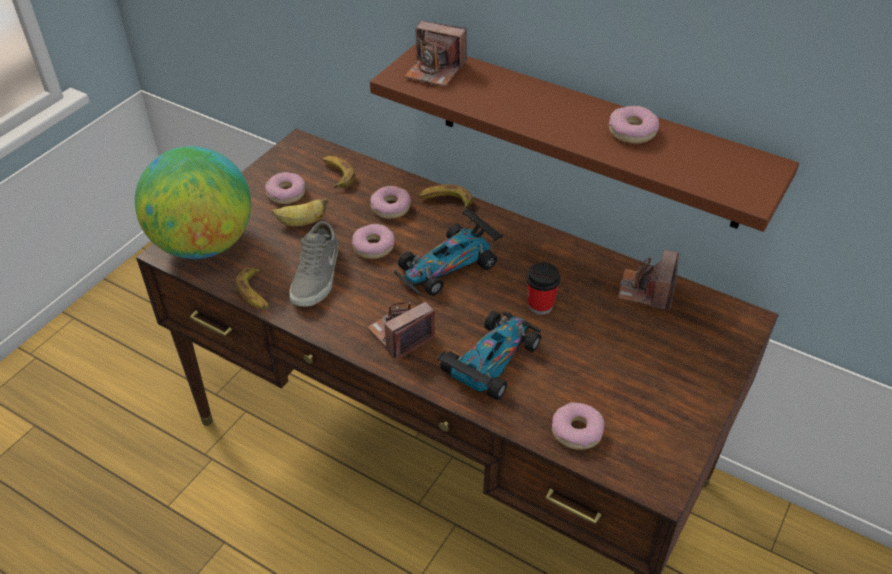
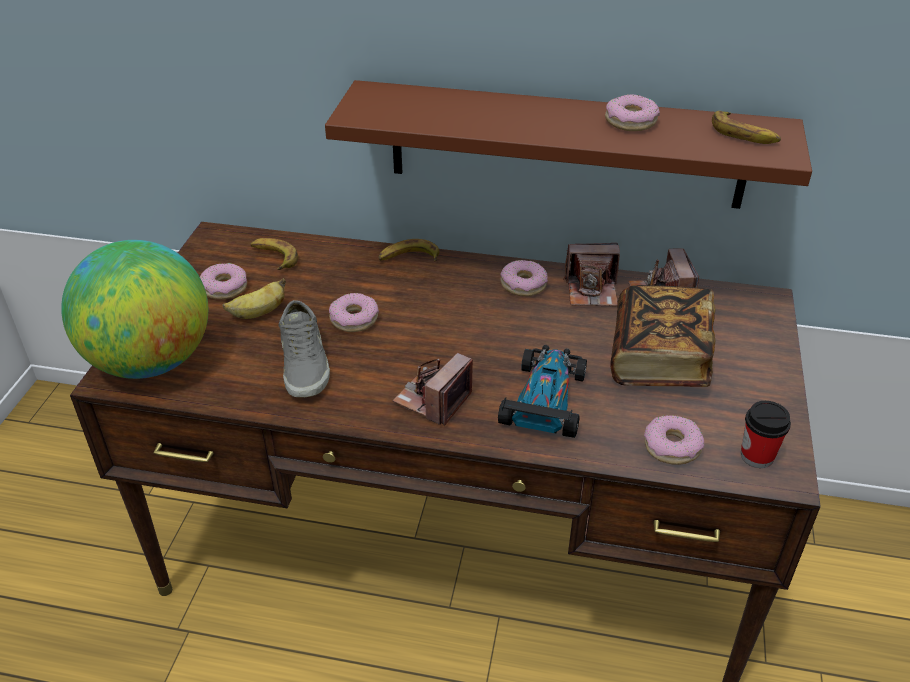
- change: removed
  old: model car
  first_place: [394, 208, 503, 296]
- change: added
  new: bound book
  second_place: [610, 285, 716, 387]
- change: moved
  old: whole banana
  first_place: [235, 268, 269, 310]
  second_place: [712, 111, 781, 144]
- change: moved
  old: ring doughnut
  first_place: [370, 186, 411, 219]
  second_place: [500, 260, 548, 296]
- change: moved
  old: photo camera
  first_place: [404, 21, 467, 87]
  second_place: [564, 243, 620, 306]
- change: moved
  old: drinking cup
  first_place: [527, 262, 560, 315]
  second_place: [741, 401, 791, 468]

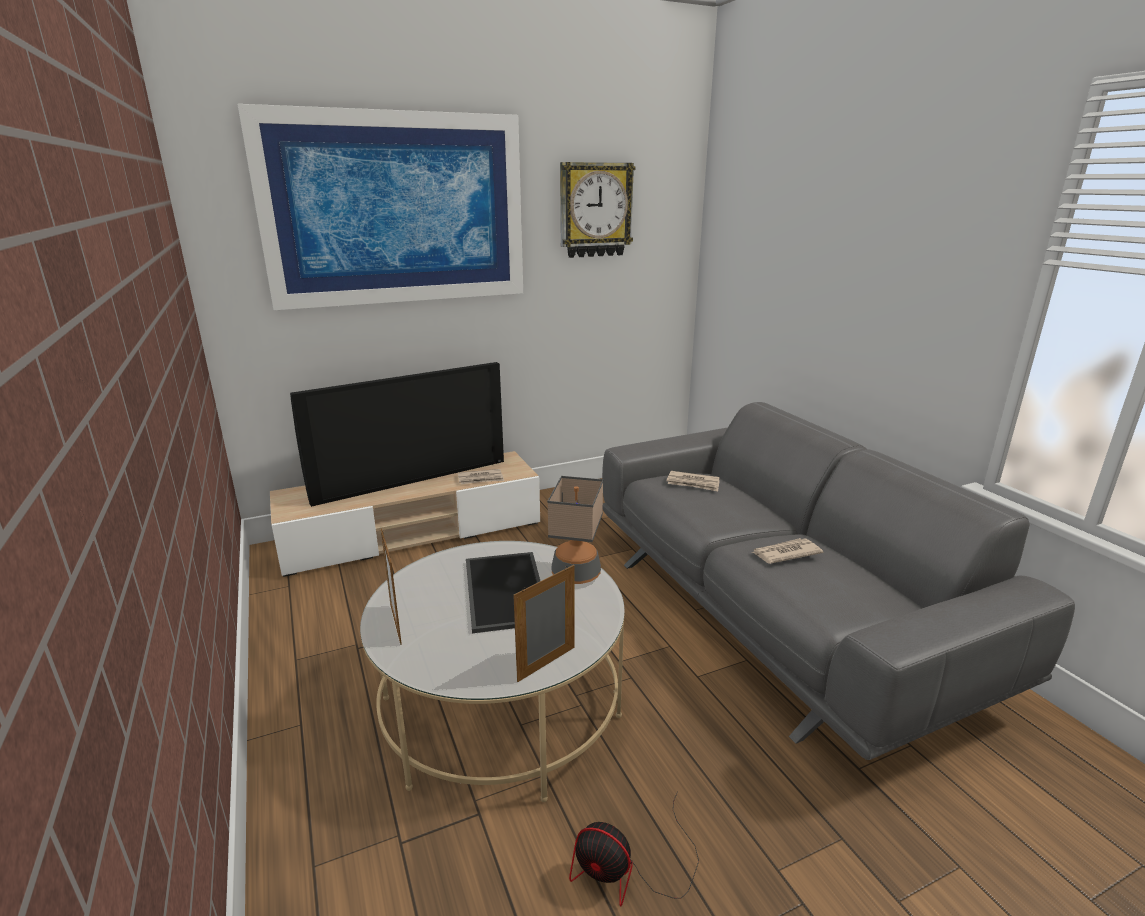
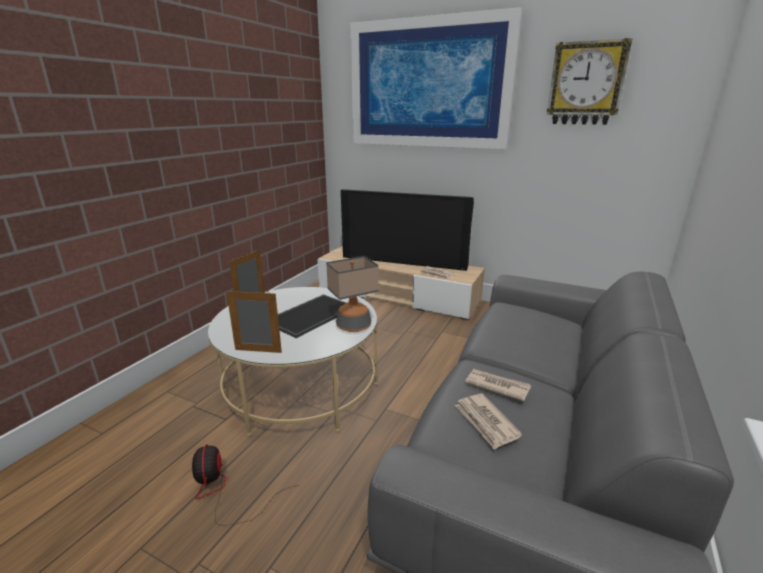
- change: moved
  old: newspaper
  first_place: [667, 471, 720, 492]
  second_place: [454, 394, 522, 450]

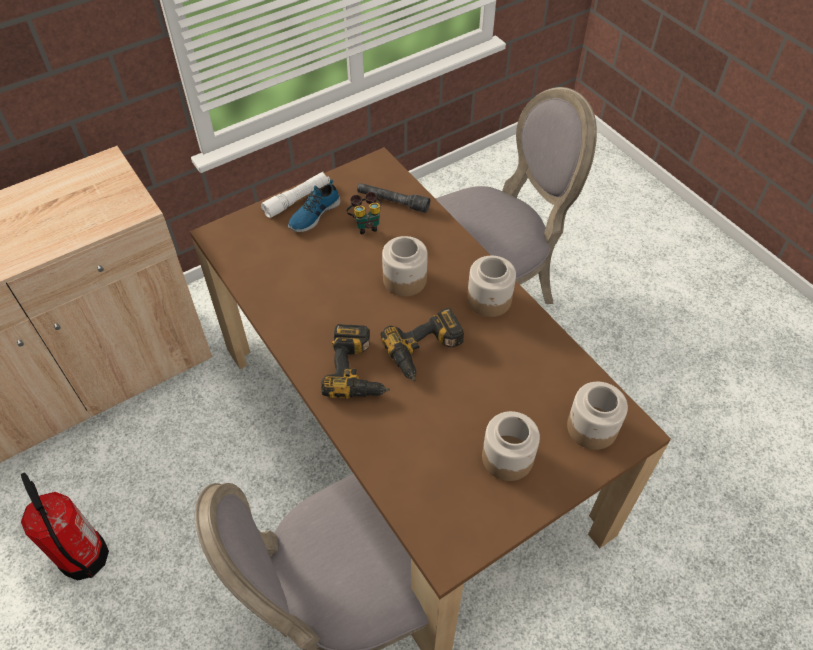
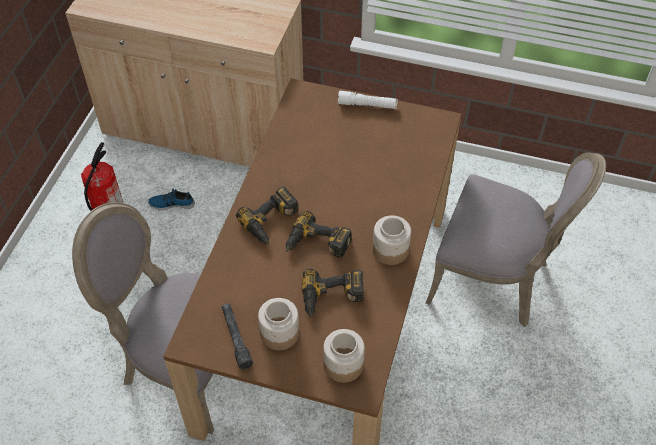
- change: removed
  old: binoculars
  first_place: [346, 192, 382, 234]
- change: removed
  old: jar
  first_place: [382, 236, 428, 297]
- change: added
  new: power drill
  second_place: [302, 269, 364, 317]
- change: moved
  old: shoe
  first_place: [288, 179, 341, 232]
  second_place: [148, 189, 195, 210]
- change: moved
  old: greyish torch
  first_place: [357, 183, 430, 213]
  second_place: [222, 304, 253, 369]

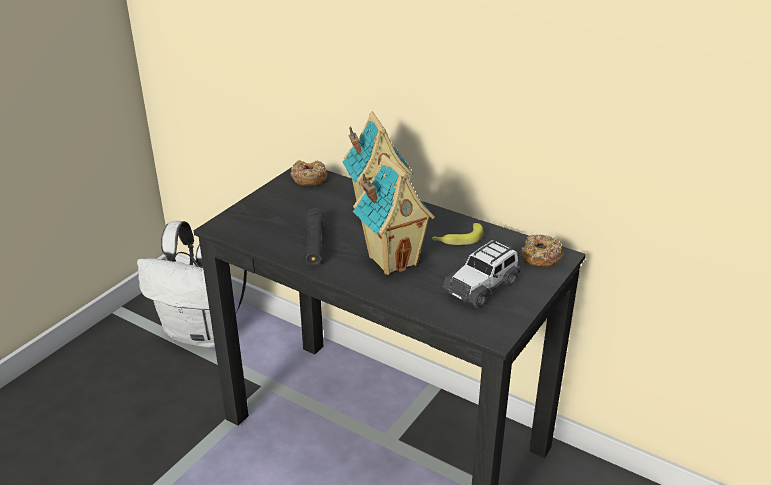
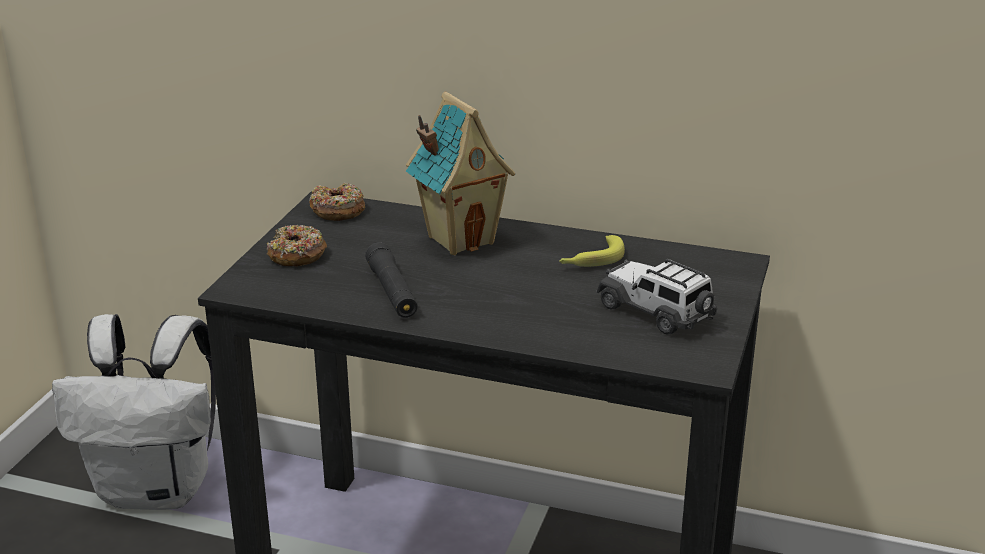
- change: removed
  old: model house
  first_place: [353, 154, 435, 275]
- change: moved
  old: ring doughnut
  first_place: [520, 235, 564, 267]
  second_place: [267, 225, 327, 266]
- change: turned
  old: model car
  first_place: [443, 240, 520, 308]
  second_place: [597, 259, 718, 334]
  degrees: 105

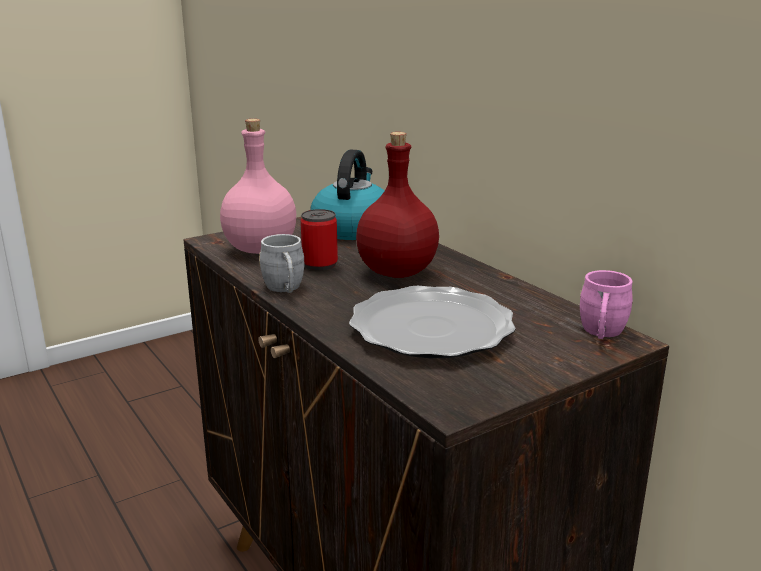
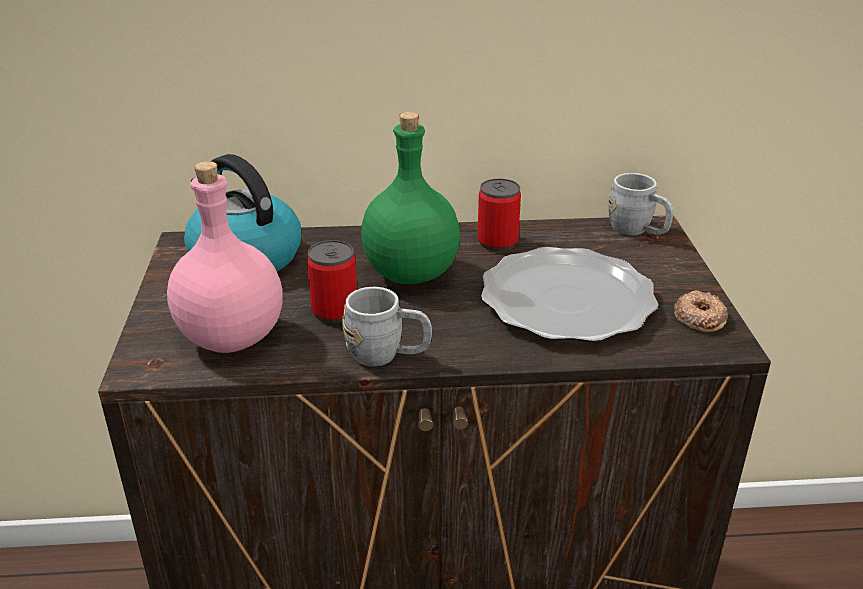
- change: added
  new: can
  second_place: [477, 179, 521, 251]
- change: added
  new: ring doughnut
  second_place: [674, 290, 728, 332]
- change: recoloured
  old: reddish drink bottle
  new: green-coloured drink bottle
  first_place: [356, 132, 439, 278]
  second_place: [361, 112, 460, 284]
- change: recoloured
  old: pink-coloured tea mug
  new: greyish tea mug
  first_place: [580, 270, 633, 339]
  second_place: [608, 173, 673, 235]

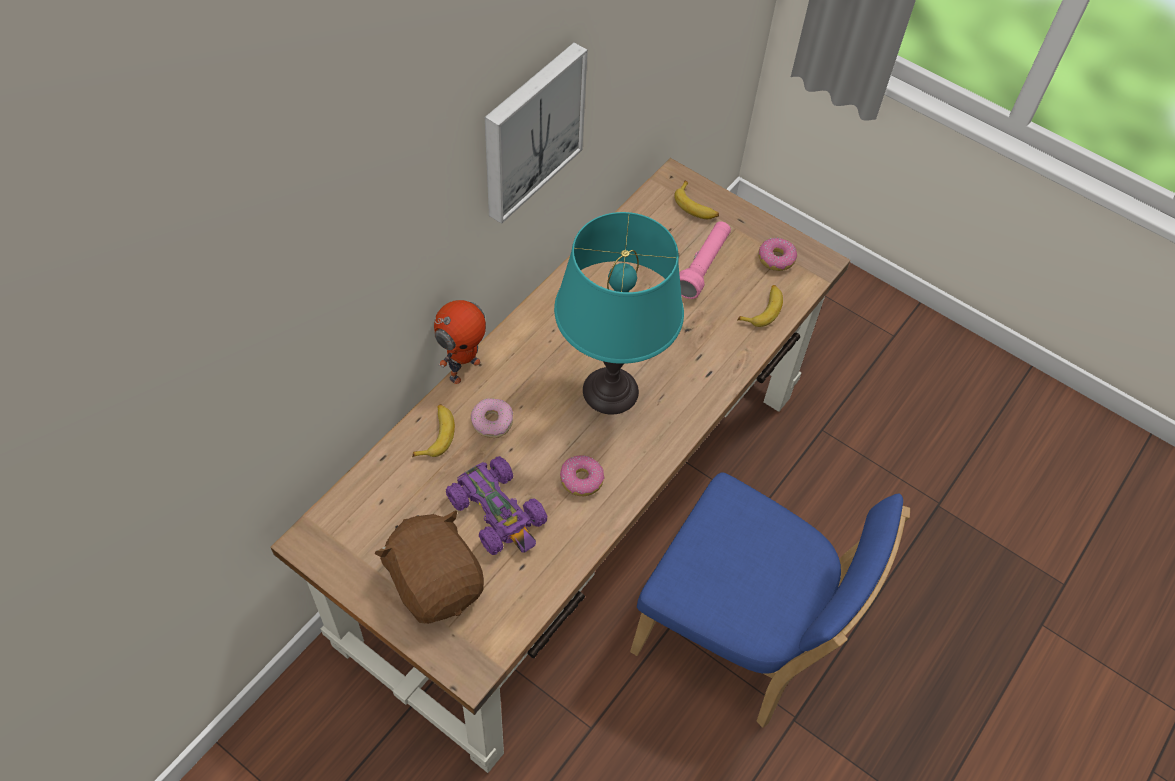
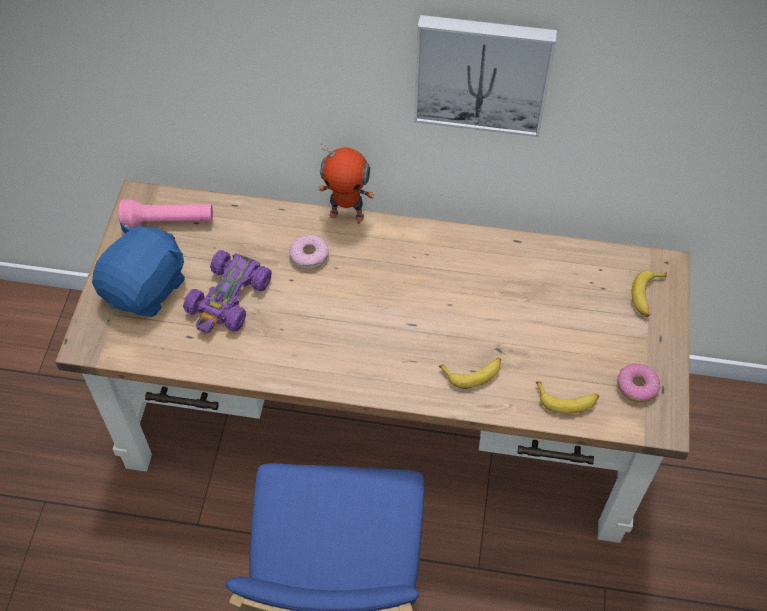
- change: removed
  old: turquoise tabletop lamp
  first_place: [554, 212, 684, 415]
- change: removed
  old: ring doughnut
  first_place: [560, 455, 605, 496]
- change: moved
  old: whole banana
  first_place: [412, 404, 455, 457]
  second_place: [439, 358, 501, 388]
- change: moved
  old: pink-coloured torch
  first_place: [679, 221, 731, 299]
  second_place: [119, 200, 213, 227]
- change: recoloured
  old: brown plush toy
  new: blue-coloured plush toy
  first_place: [374, 510, 484, 624]
  second_place: [92, 222, 185, 317]

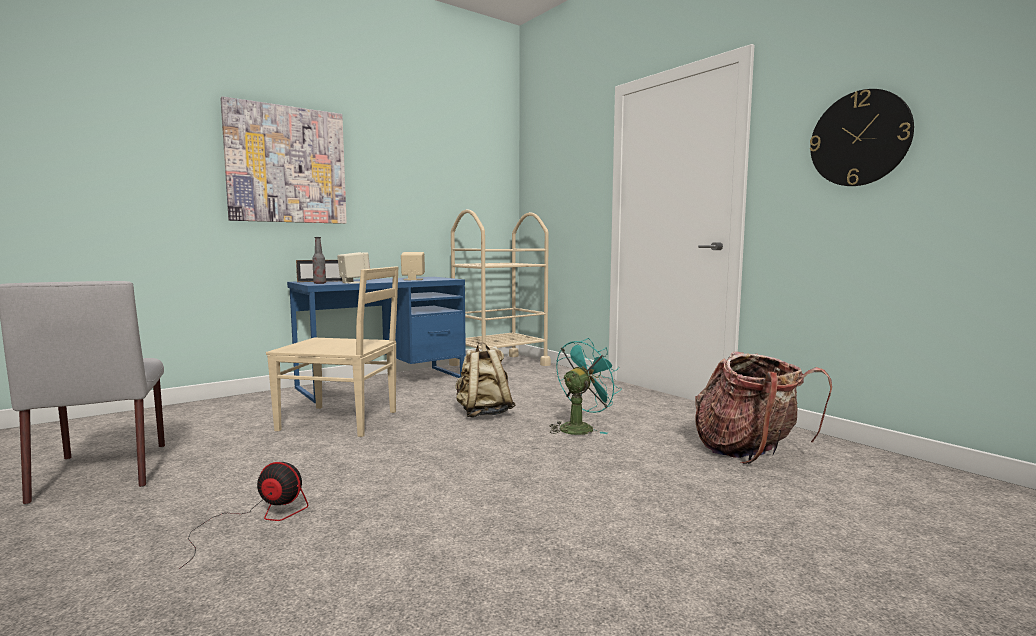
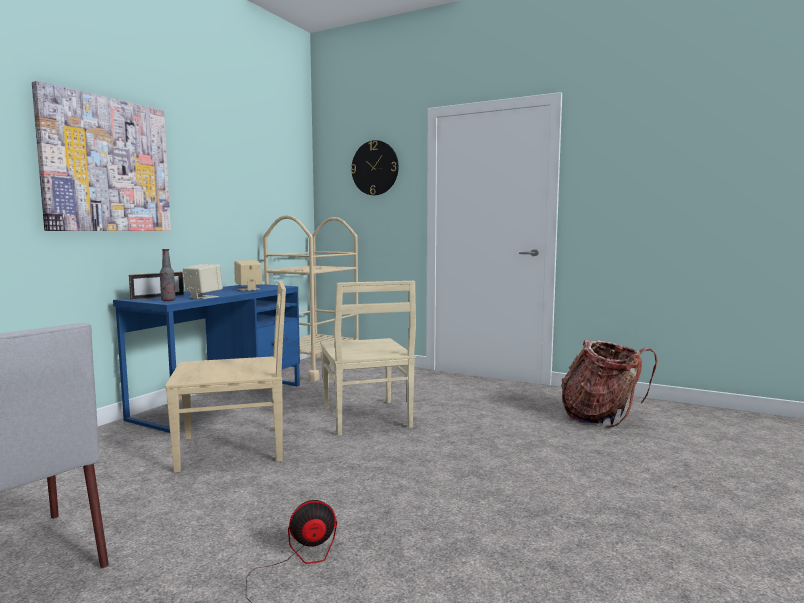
- change: removed
  old: turquoise fan
  first_place: [549, 338, 622, 435]
- change: moved
  old: wall clock
  first_place: [810, 89, 914, 186]
  second_place: [351, 140, 399, 195]
- change: replaced
  old: beige-coloured knapsack
  new: beige-coloured chair
  first_place: [455, 342, 516, 417]
  second_place: [321, 281, 416, 436]

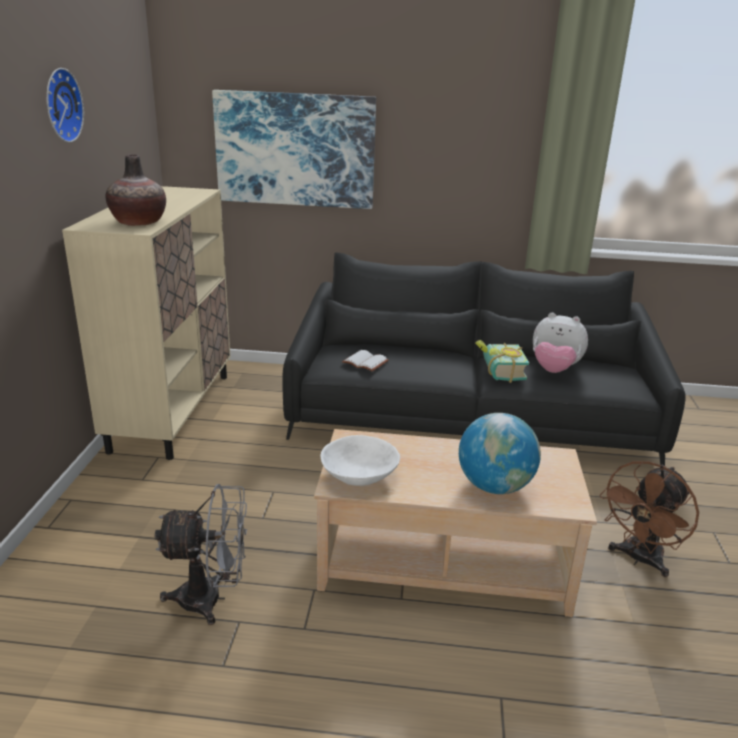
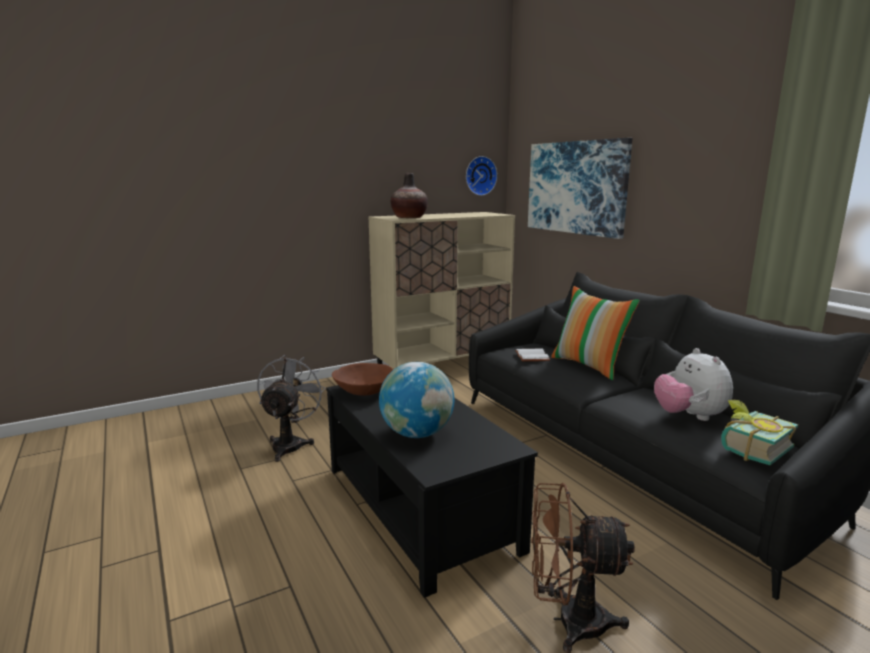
- change: added
  new: cushion
  second_place: [551, 286, 640, 380]
- change: moved
  old: wall clock
  first_place: [46, 68, 84, 143]
  second_place: [466, 156, 497, 196]
- change: moved
  old: bound book
  first_place: [475, 340, 529, 383]
  second_place: [721, 400, 798, 465]
- change: recoloured
  old: beige-coloured coffee table
  new: blackish coffee table
  first_place: [314, 429, 597, 617]
  second_place: [326, 385, 538, 598]
- change: recoloured
  old: white serving bowl
  new: brown serving bowl
  first_place: [320, 435, 400, 486]
  second_place: [332, 363, 393, 396]
- change: turned
  old: greyish fan
  first_place: [154, 484, 247, 625]
  second_place: [257, 355, 325, 462]
  degrees: -135

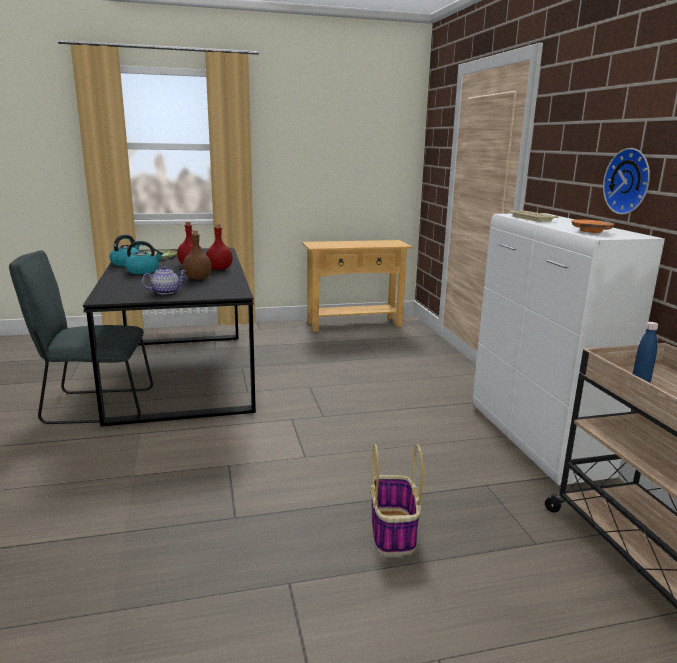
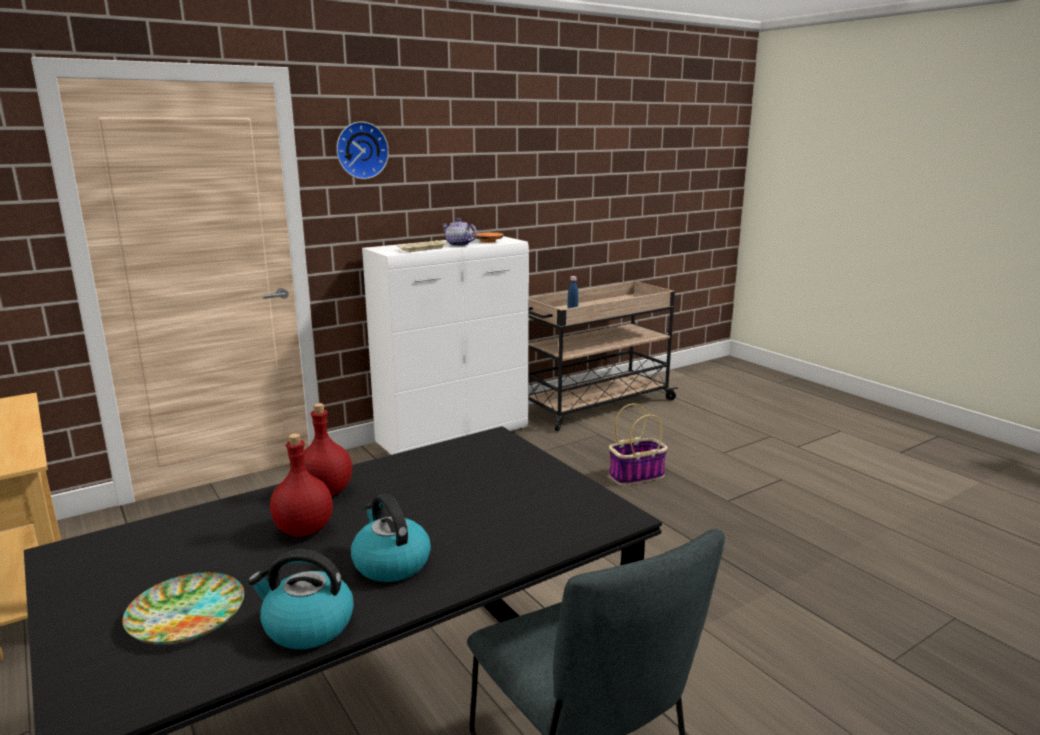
- change: removed
  old: brown drink bottle
  first_place: [183, 230, 212, 280]
- change: moved
  old: tea pot
  first_place: [142, 266, 186, 294]
  second_place: [442, 218, 477, 246]
- change: moved
  old: wall clock
  first_place: [603, 148, 650, 215]
  second_place: [336, 121, 389, 179]

